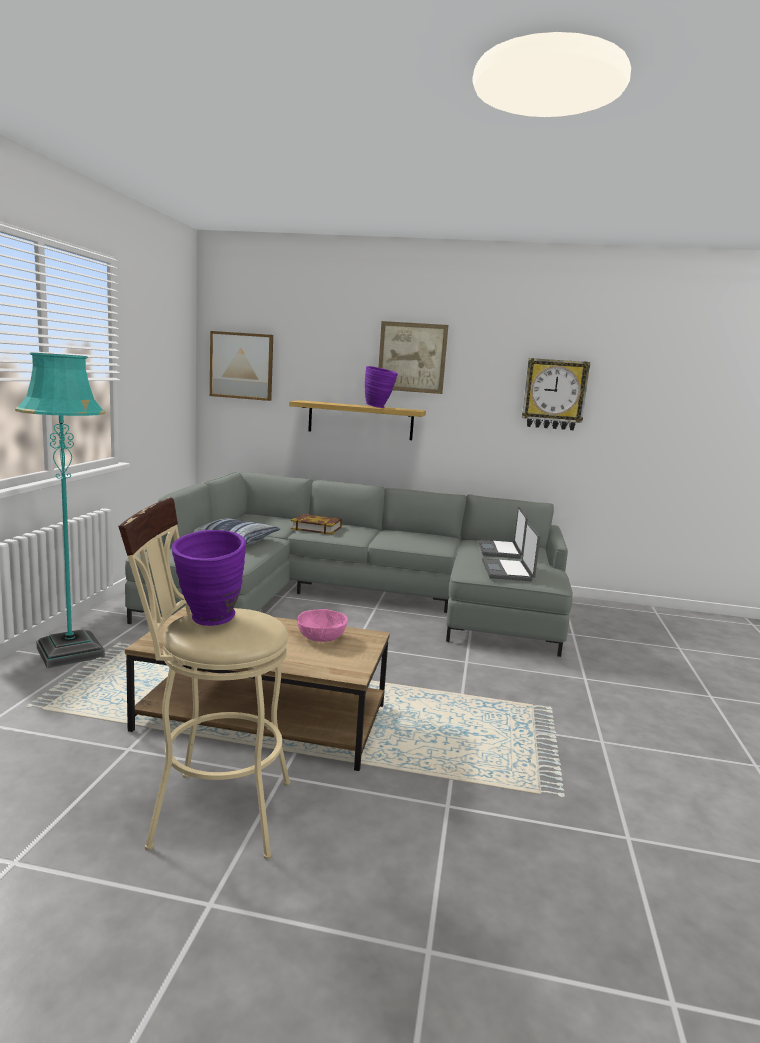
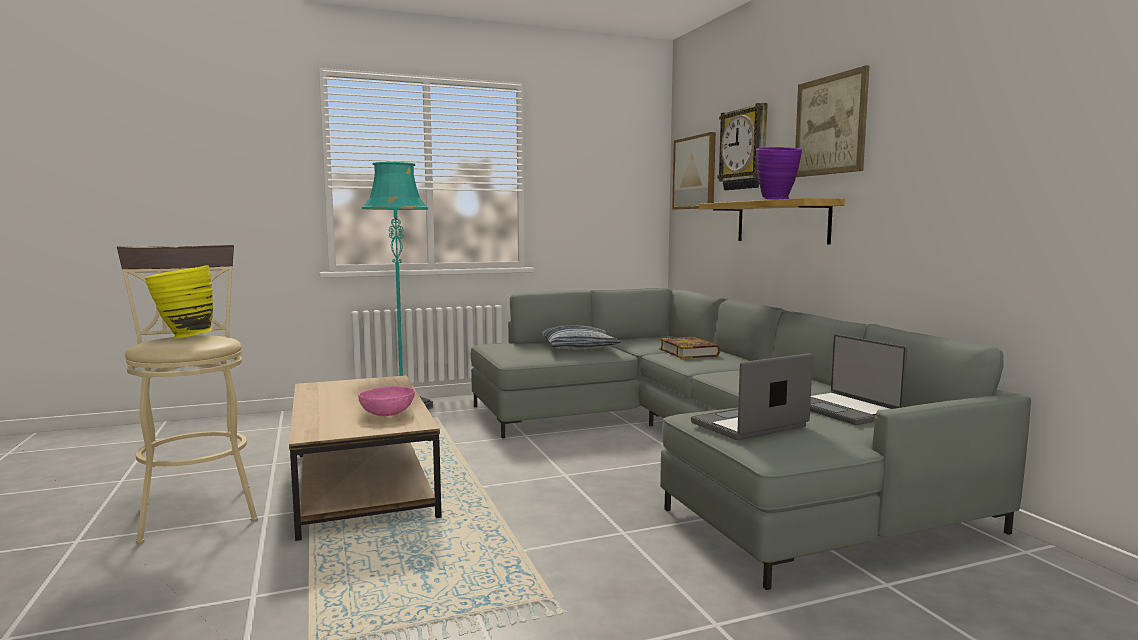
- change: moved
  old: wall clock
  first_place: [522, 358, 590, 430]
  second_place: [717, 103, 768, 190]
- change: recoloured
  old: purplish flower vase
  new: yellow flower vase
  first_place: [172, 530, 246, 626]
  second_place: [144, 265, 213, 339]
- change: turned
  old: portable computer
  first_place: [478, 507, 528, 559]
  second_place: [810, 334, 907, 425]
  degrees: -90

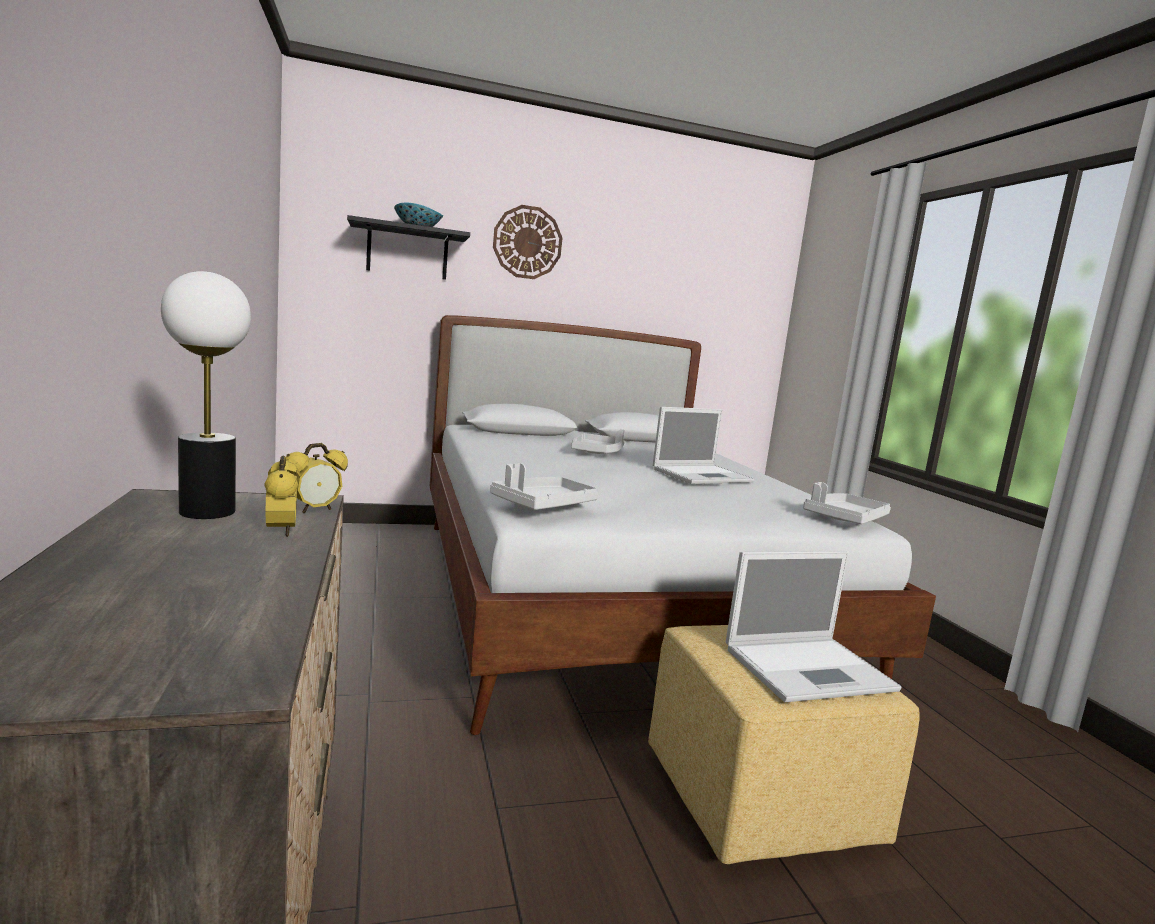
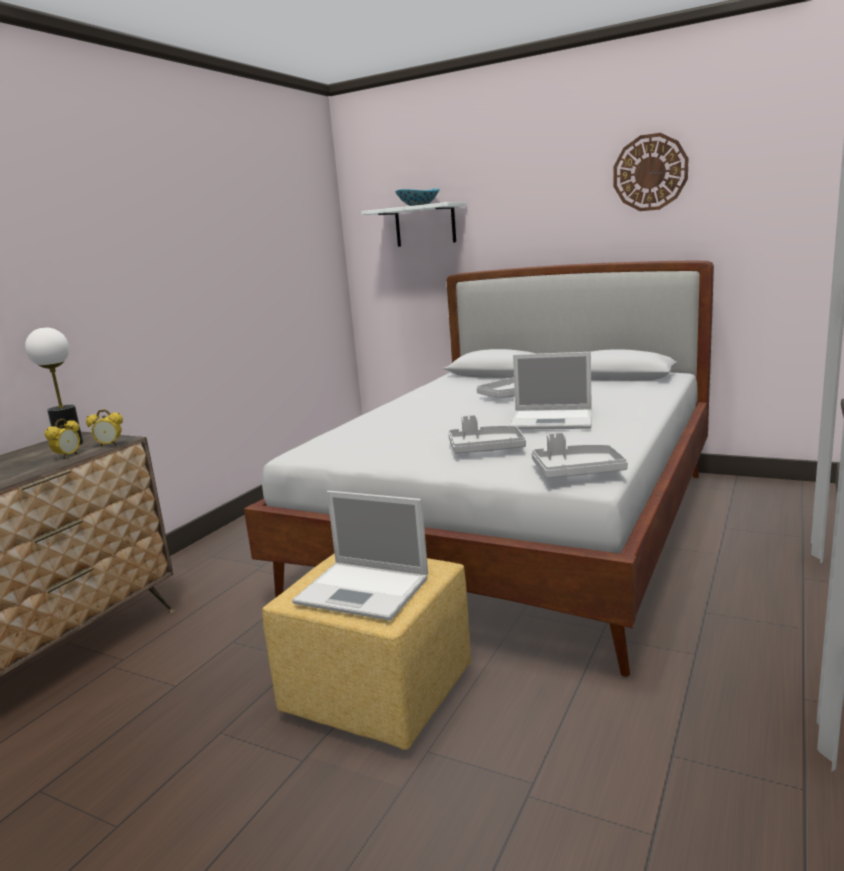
- change: moved
  old: greyish serving tray
  first_place: [490, 463, 598, 510]
  second_place: [448, 415, 526, 454]
- change: moved
  old: wall clock
  first_place: [493, 205, 562, 279]
  second_place: [613, 133, 688, 211]
- change: recoloured
  old: blackish shelf
  new: white shelf
  first_place: [347, 215, 470, 280]
  second_place: [361, 202, 467, 247]

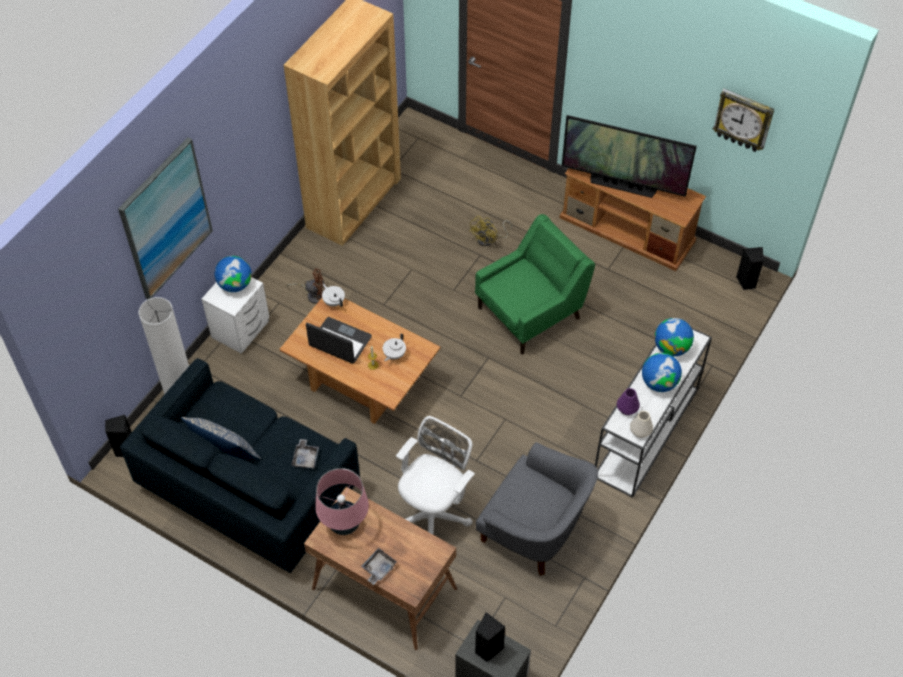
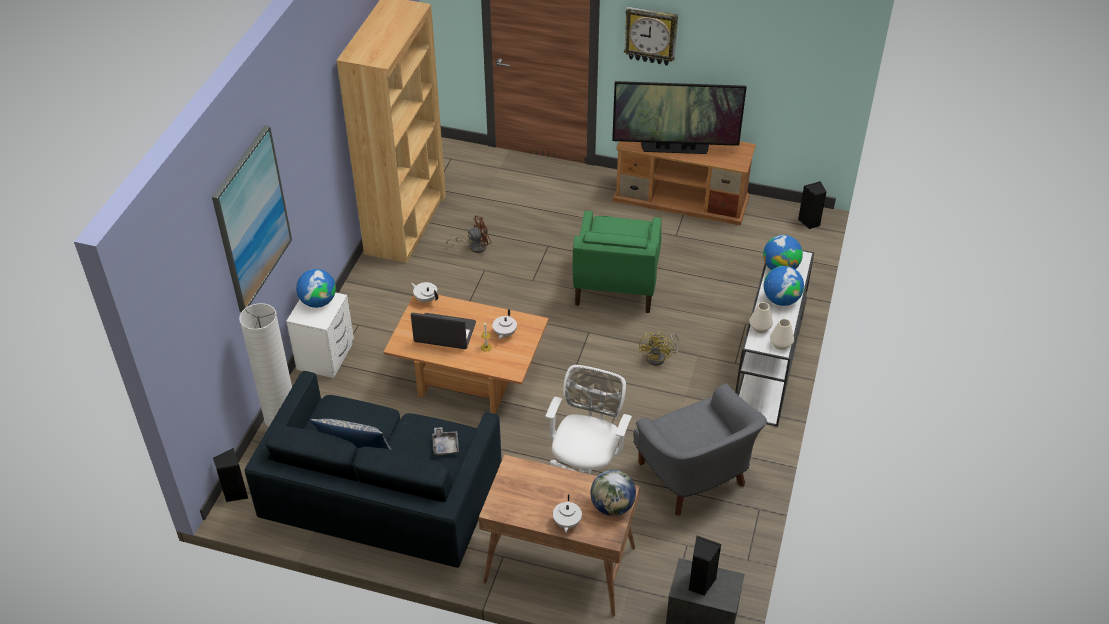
- change: removed
  old: pink-coloured tabletop lamp
  first_place: [315, 468, 369, 535]
- change: added
  new: desk globe
  second_place: [590, 470, 636, 516]
- change: moved
  old: brown fan
  first_place: [286, 268, 325, 304]
  second_place: [446, 216, 492, 253]
- change: moved
  old: yellow fan
  first_place: [469, 216, 512, 246]
  second_place: [639, 332, 679, 366]
- change: moved
  old: wall clock
  first_place: [713, 88, 774, 152]
  second_place: [624, 6, 678, 65]
- change: replaced
  old: greyish serving tray
  new: white tea pot
  first_place: [361, 548, 397, 585]
  second_place: [553, 494, 582, 533]
- change: recoloured
  old: purplish flower vase
  new: white flower vase
  first_place: [617, 388, 640, 415]
  second_place: [749, 302, 773, 333]
- change: turned
  old: green-coloured armchair
  first_place: [475, 214, 595, 355]
  second_place: [572, 211, 662, 313]
  degrees: 150
- change: turned
  old: greyish armchair
  first_place: [476, 442, 598, 576]
  second_place: [633, 384, 767, 516]
  degrees: 45

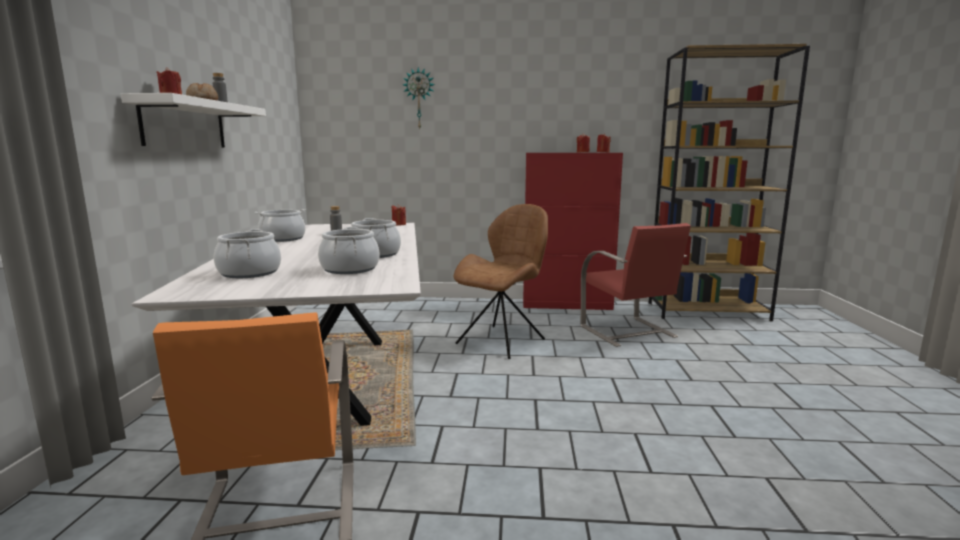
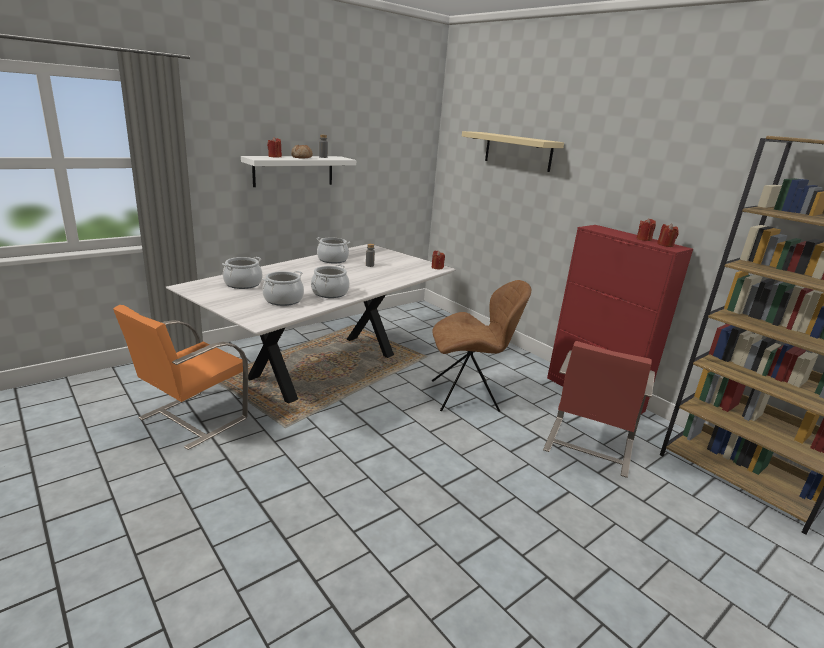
- change: replaced
  old: wall clock
  new: beige-coloured shelf
  first_place: [403, 67, 435, 130]
  second_place: [462, 131, 564, 172]

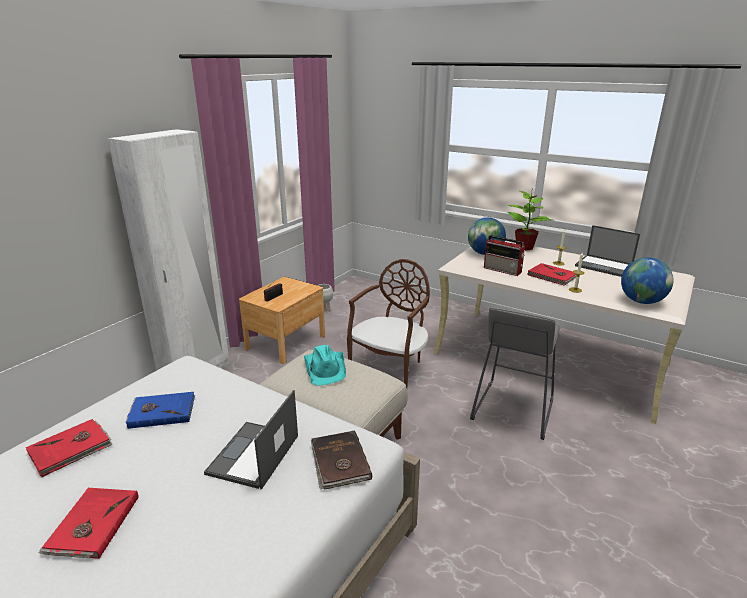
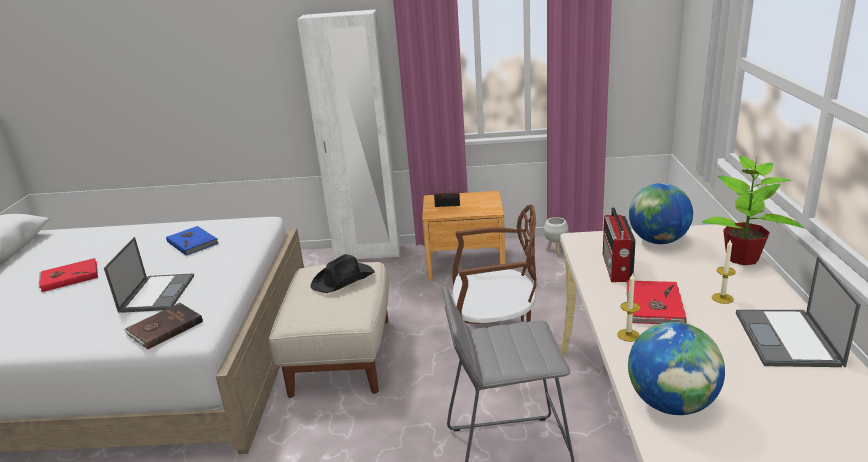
- change: removed
  old: reddish bound book
  first_place: [26, 419, 112, 477]
- change: recoloured
  old: turquoise hat
  new: blackish hat
  first_place: [304, 345, 346, 385]
  second_place: [310, 254, 375, 293]
- change: turned
  old: portable computer
  first_place: [204, 390, 298, 490]
  second_place: [104, 237, 194, 313]
  degrees: 105

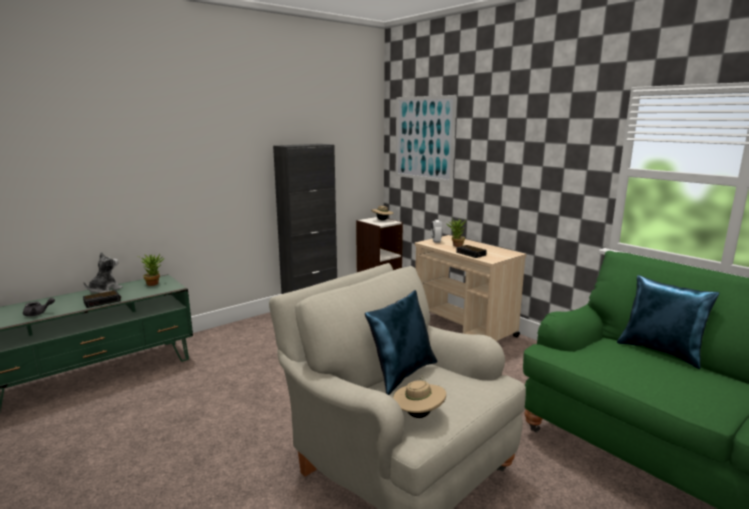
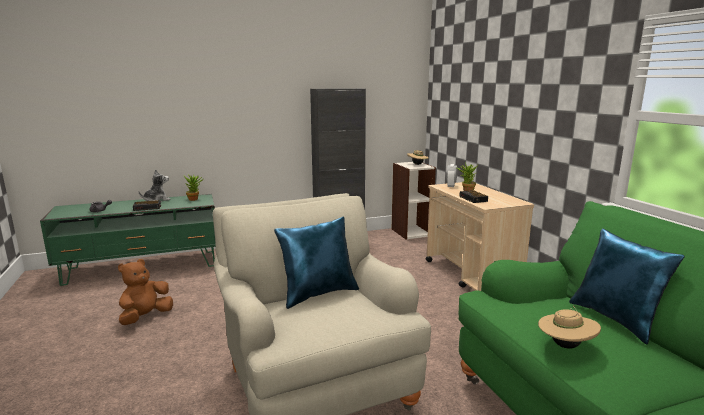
- change: removed
  old: wall art
  first_place: [395, 95, 457, 184]
- change: added
  new: brown plush toy
  second_place: [118, 259, 173, 325]
- change: moved
  old: beige-coloured hat
  first_place: [393, 376, 446, 418]
  second_place: [538, 306, 601, 349]

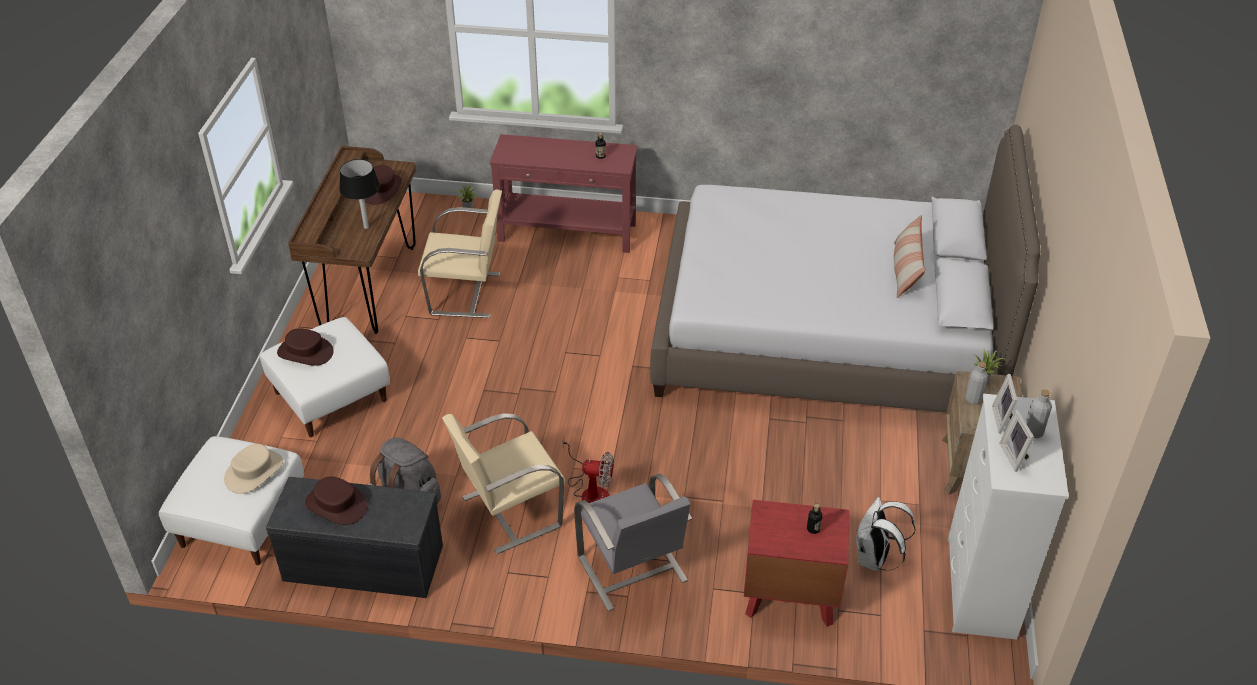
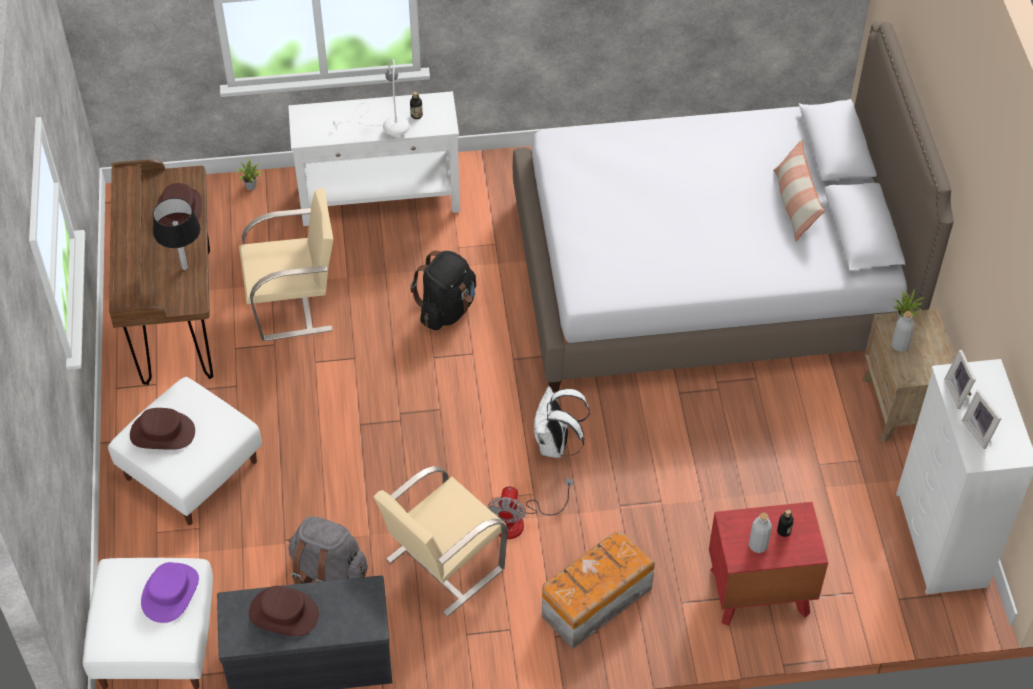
- change: added
  new: white tabletop lamp
  second_place: [333, 59, 410, 136]
- change: added
  new: blackish knapsack
  second_place: [410, 251, 476, 330]
- change: moved
  old: white knapsack
  first_place: [856, 497, 915, 571]
  second_place: [533, 386, 590, 458]
- change: moved
  old: greyish drink bottle
  first_place: [1026, 389, 1052, 438]
  second_place: [749, 512, 772, 553]
- change: replaced
  old: greyish chair
  new: storage container
  first_place: [574, 474, 692, 611]
  second_place: [542, 531, 655, 649]
- change: recoloured
  old: beige-coloured hat
  new: purplish hat
  first_place: [224, 444, 283, 494]
  second_place: [141, 562, 199, 623]
- change: recoloured
  old: reddish narrow table
  new: white narrow table
  first_place: [490, 134, 638, 253]
  second_place: [288, 91, 460, 226]
- change: turned
  old: fan
  first_place: [562, 437, 614, 503]
  second_place: [487, 478, 574, 539]
  degrees: 105

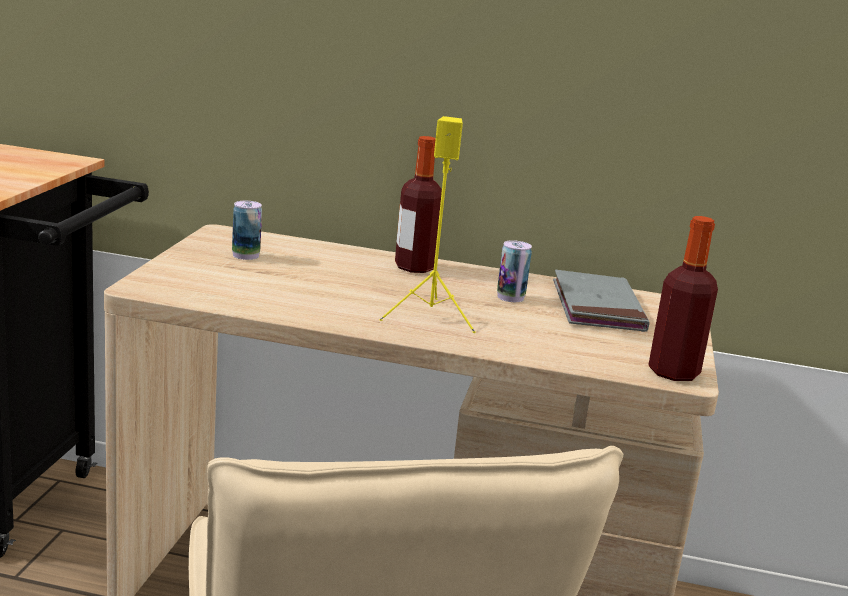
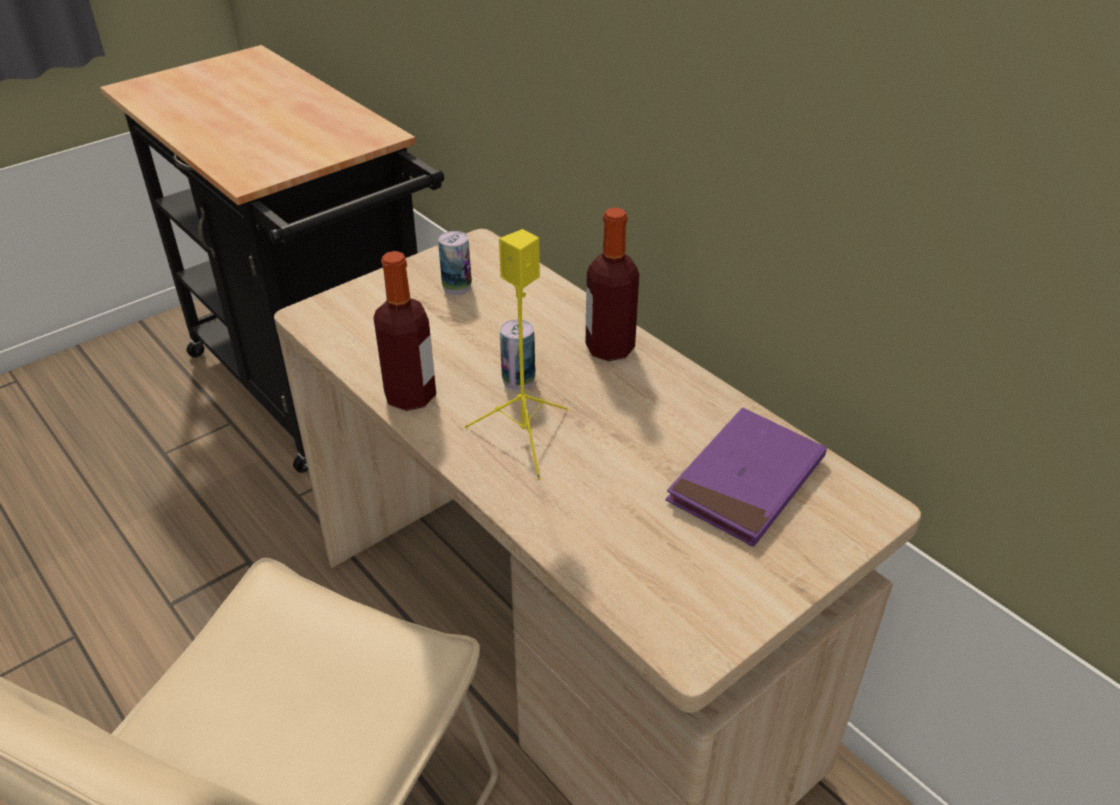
- change: moved
  old: can
  first_place: [497, 240, 532, 302]
  second_place: [500, 319, 535, 391]
- change: moved
  old: drink bottle
  first_place: [648, 216, 718, 381]
  second_place: [374, 251, 436, 411]
- change: recoloured
  old: greyish bound book
  new: purplish bound book
  first_place: [553, 270, 650, 332]
  second_place: [666, 408, 827, 547]

